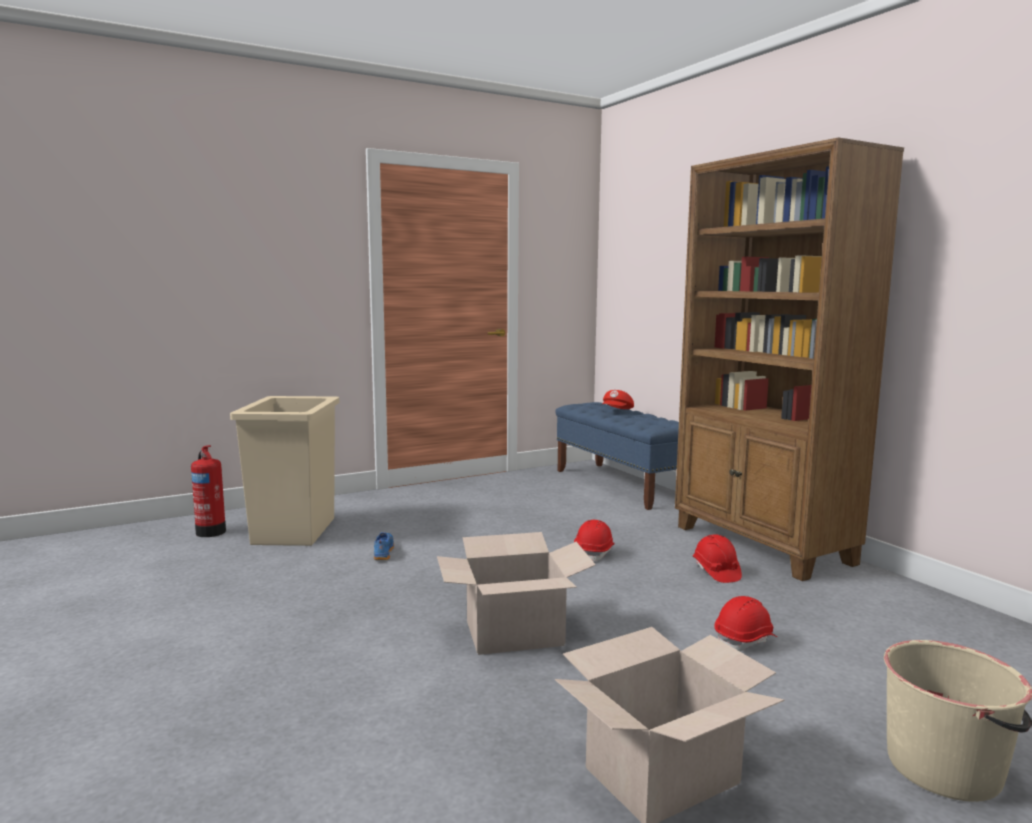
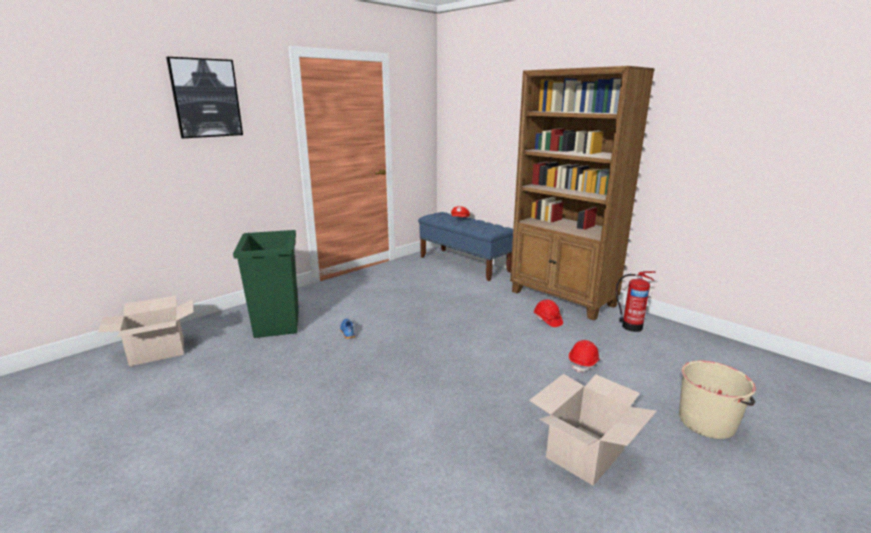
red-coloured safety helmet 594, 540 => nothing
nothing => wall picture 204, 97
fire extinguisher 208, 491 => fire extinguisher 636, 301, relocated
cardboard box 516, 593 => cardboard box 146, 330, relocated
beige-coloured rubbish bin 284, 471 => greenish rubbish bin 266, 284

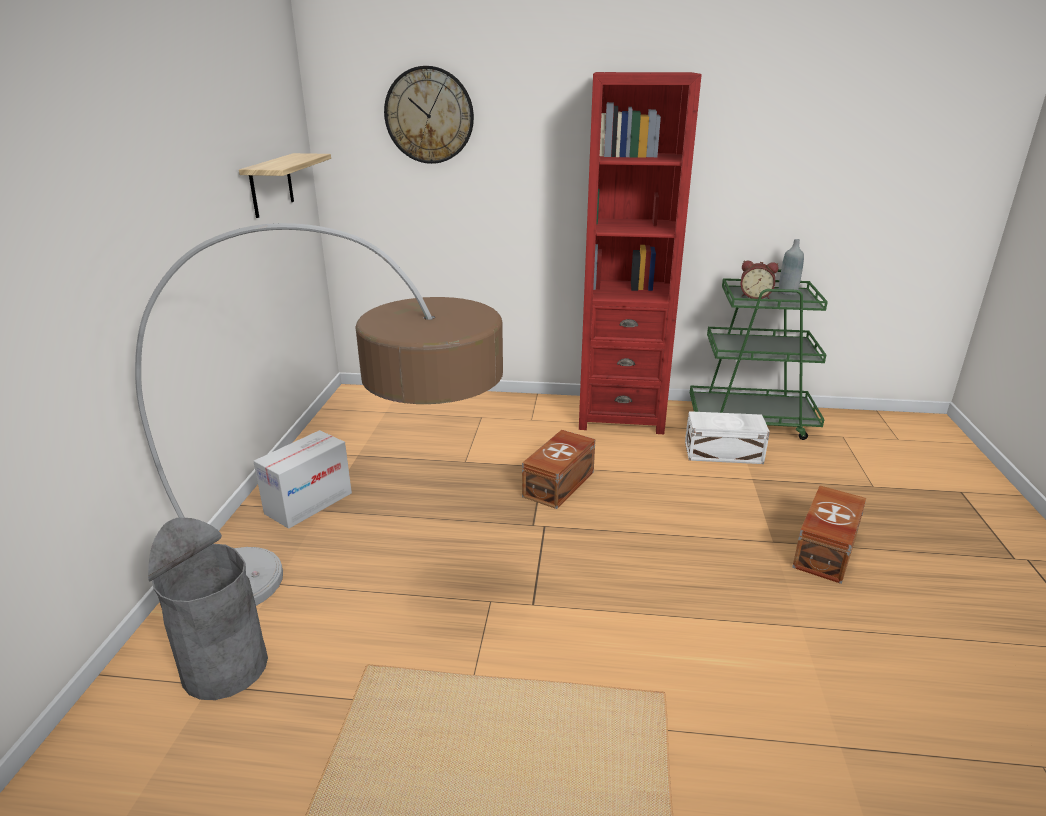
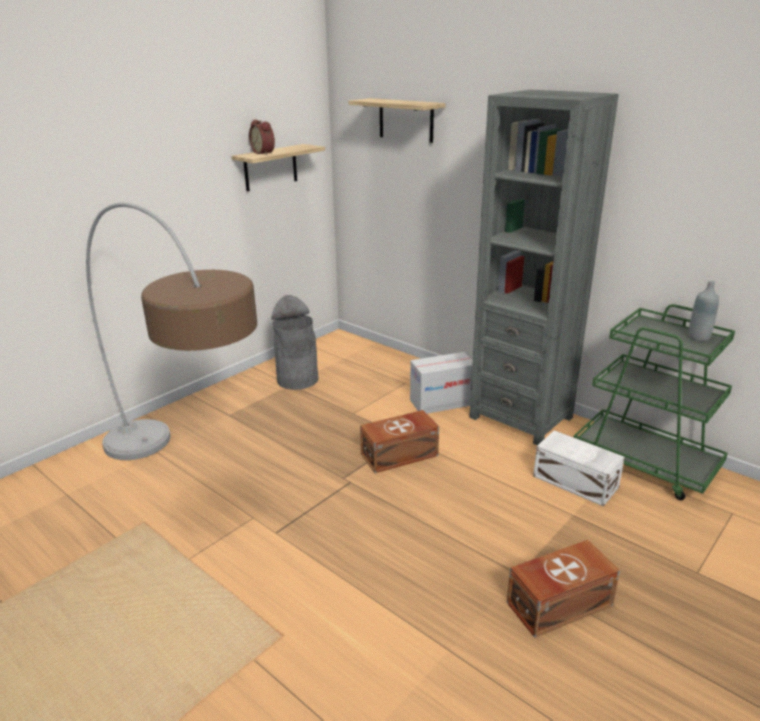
grey rubbish bin 208, 609 => grey rubbish bin 295, 342, relocated
cardboard box 302, 479 => cardboard box 441, 383, relocated
alarm clock 759, 280 => alarm clock 262, 137, relocated
clock on the wall 429, 115 => wall shelf 397, 120
red-coloured shelving unit 640, 253 => grey shelving unit 544, 267

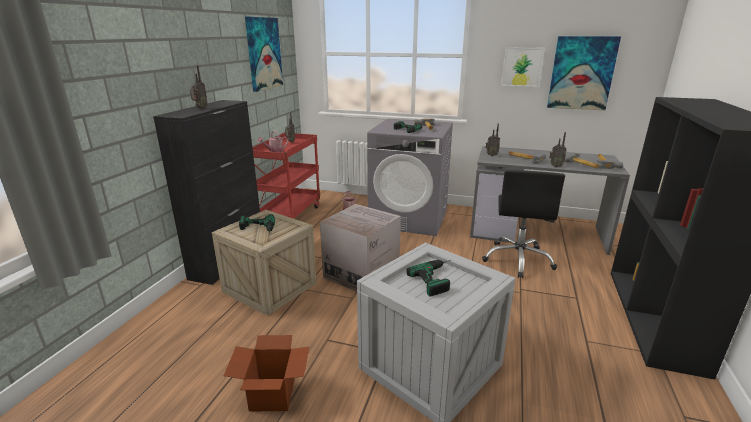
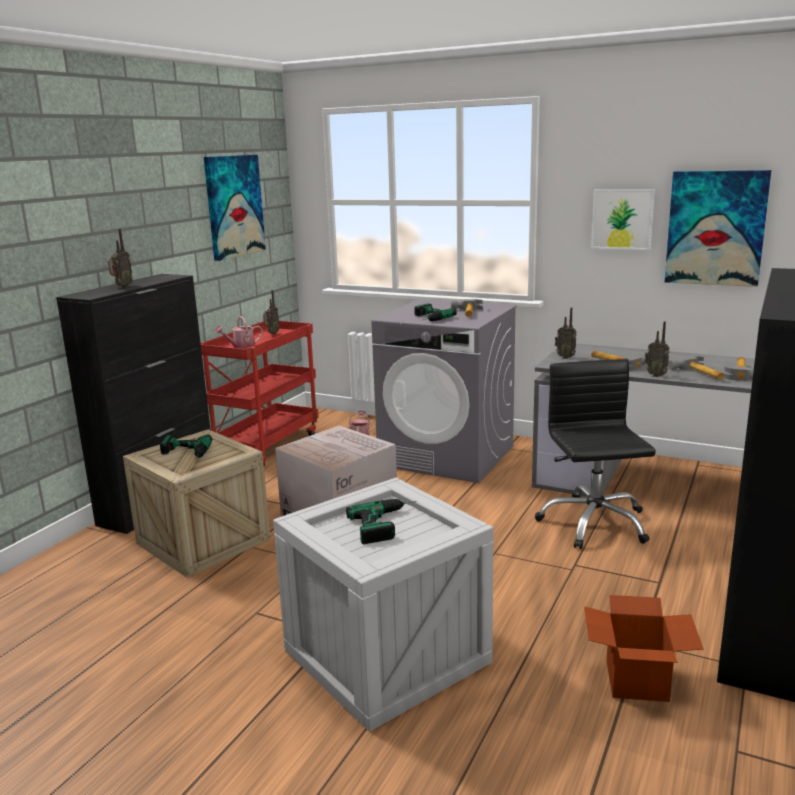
cardboard box 266, 373 => cardboard box 644, 648, relocated
black-coloured office chair 523, 224 => black-coloured office chair 595, 454, 150 degrees clockwise

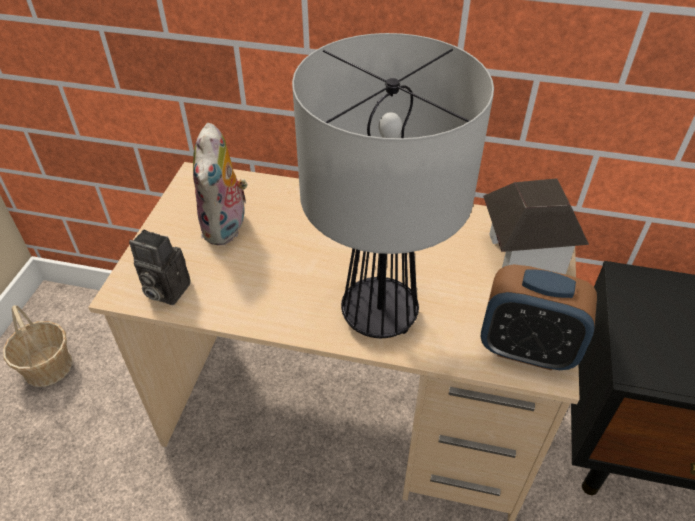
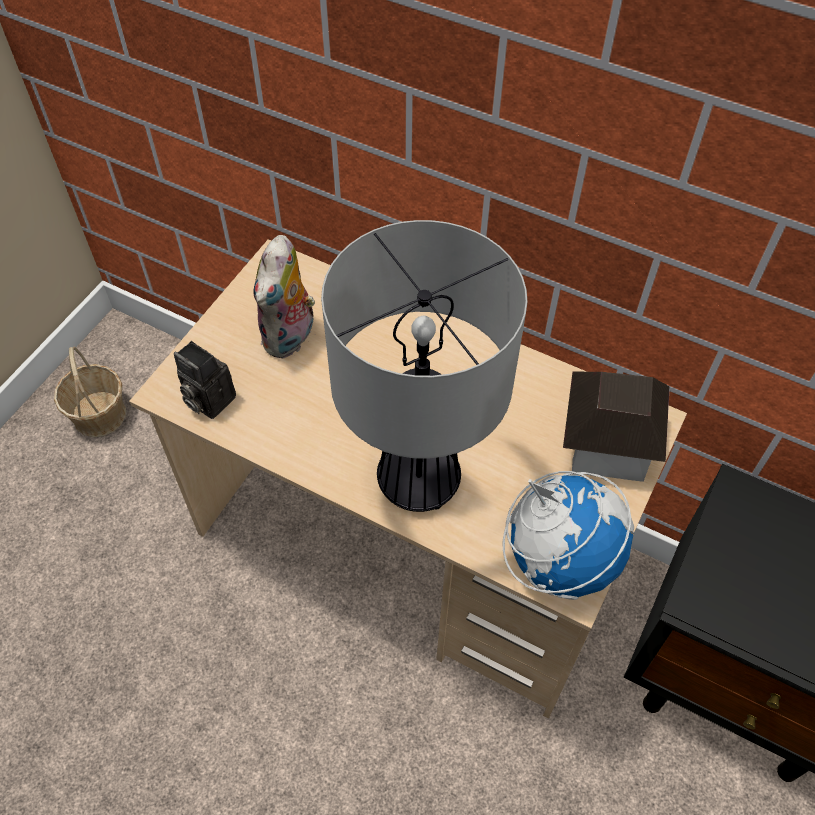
alarm clock 539, 317 => globe 568, 535

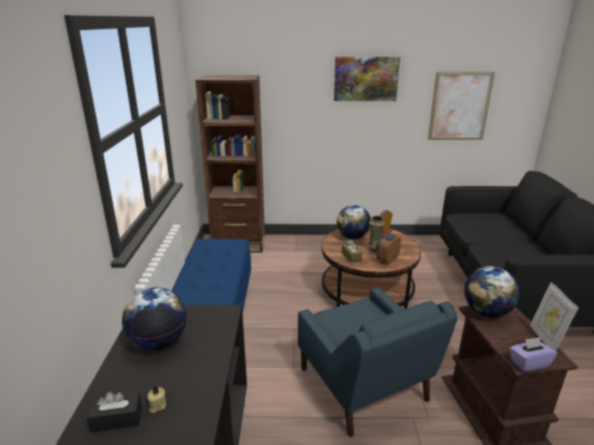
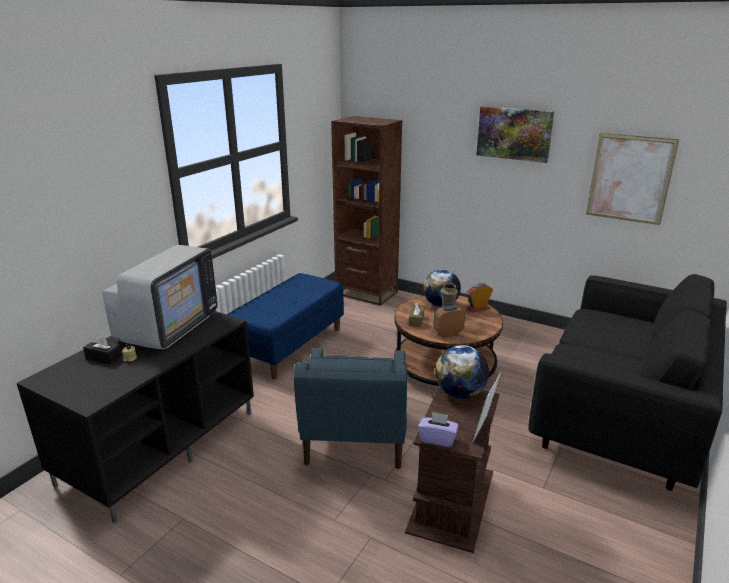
globe 154, 319 => TV 160, 297

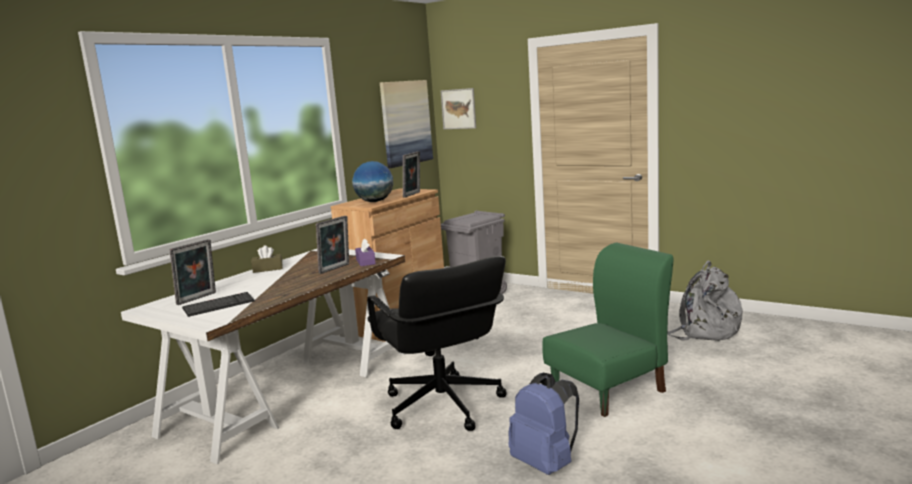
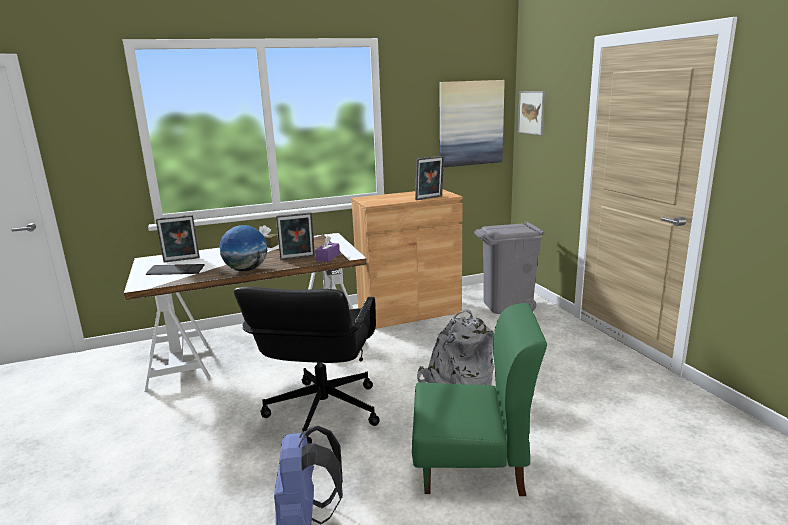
globe 372, 181 => globe 243, 248, relocated
grey backpack 705, 300 => grey backpack 455, 347, relocated

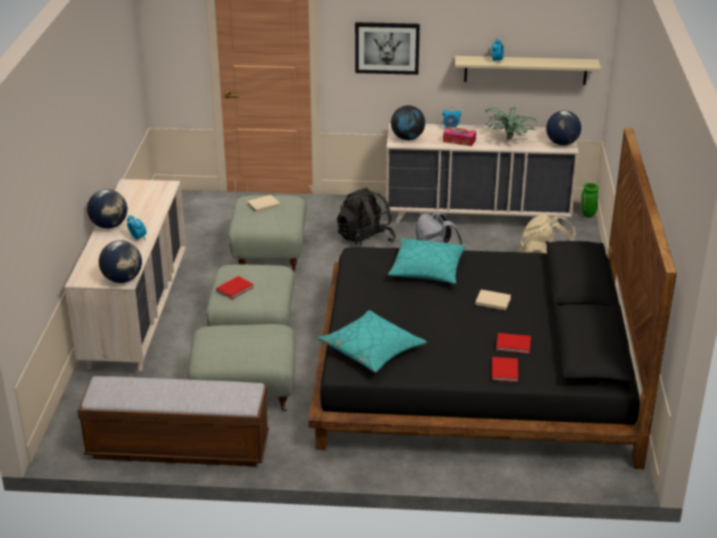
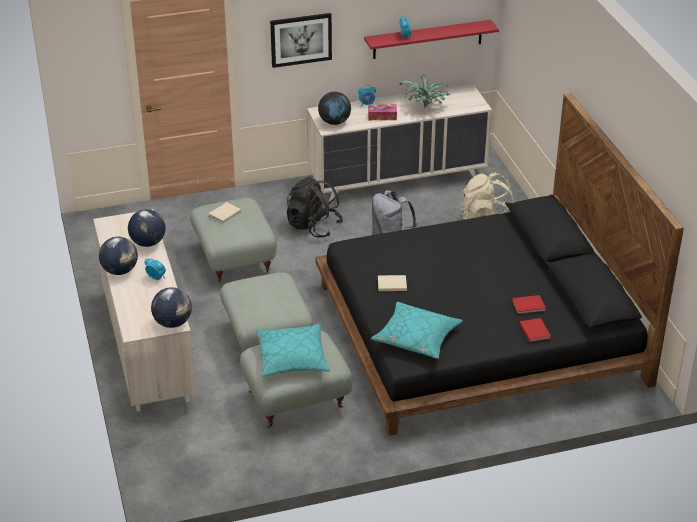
indoor bench 173, 421 => nothing
red-coloured book 235, 287 => nothing
greenish vase 590, 200 => nothing
turquoise cushion 426, 261 => turquoise cushion 293, 350, relocated
beige-coloured book 493, 300 => beige-coloured book 392, 283, relocated
globe 563, 128 => globe 147, 228, relocated
beige-coloured wall shelf 528, 70 => red-coloured wall shelf 431, 39

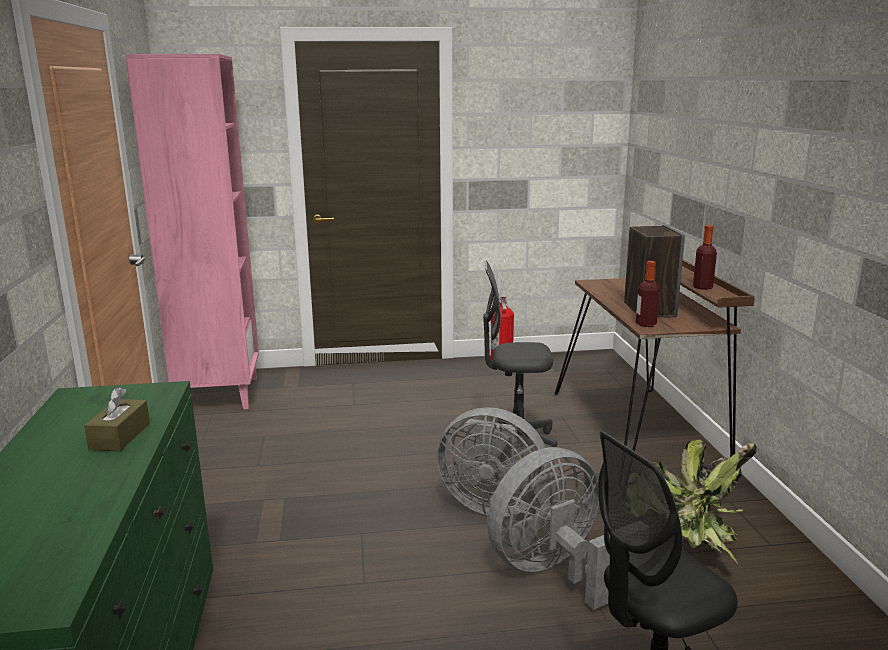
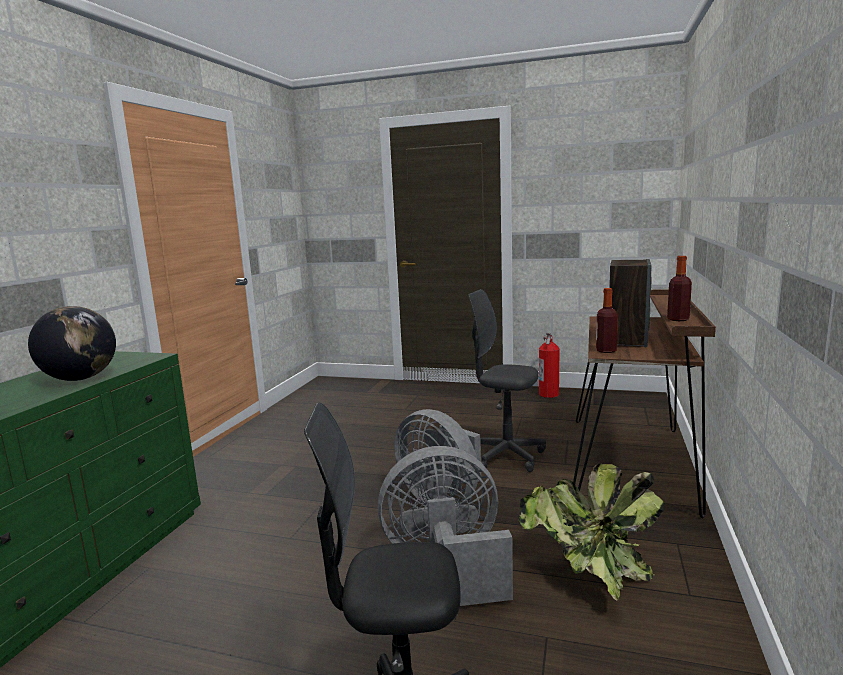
pink-coloured shelving unit 192, 231 => nothing
brownish tissue holder 117, 419 => globe 72, 343

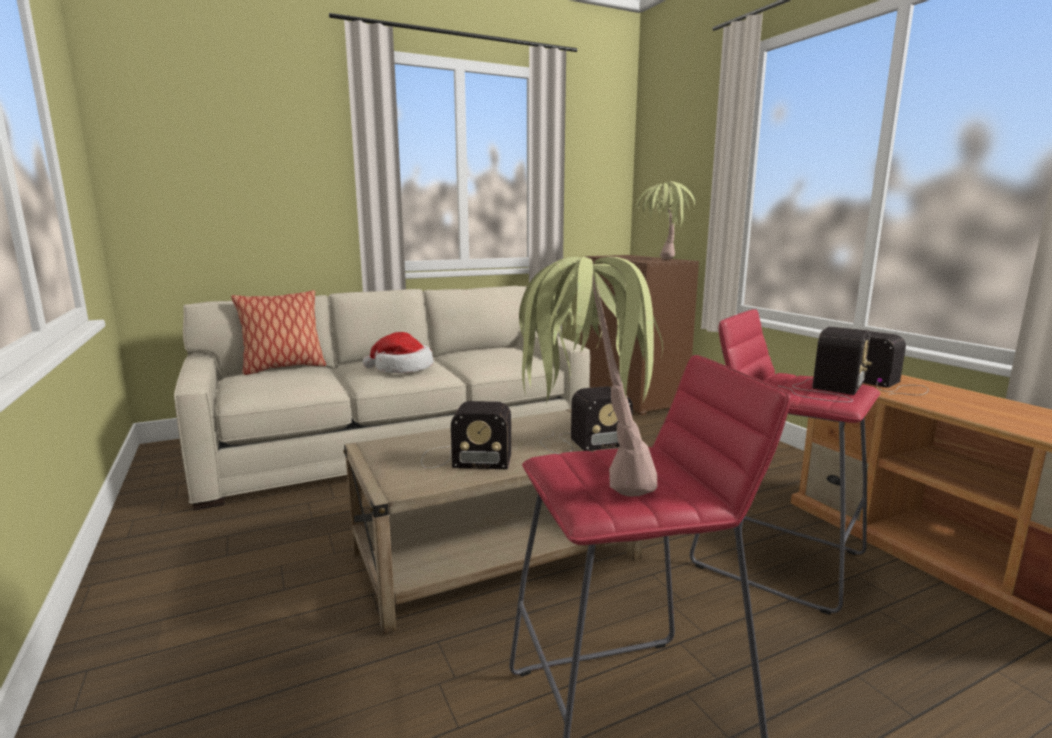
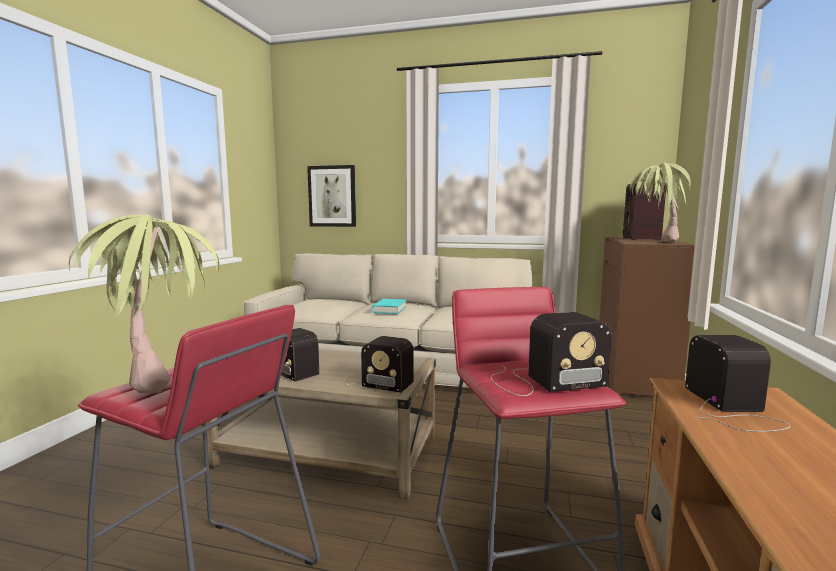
cushion 278, 332 => nothing
nothing => wall picture 331, 196
nothing => radio set 644, 211
clothing hat 398, 352 => turquoise book 389, 306

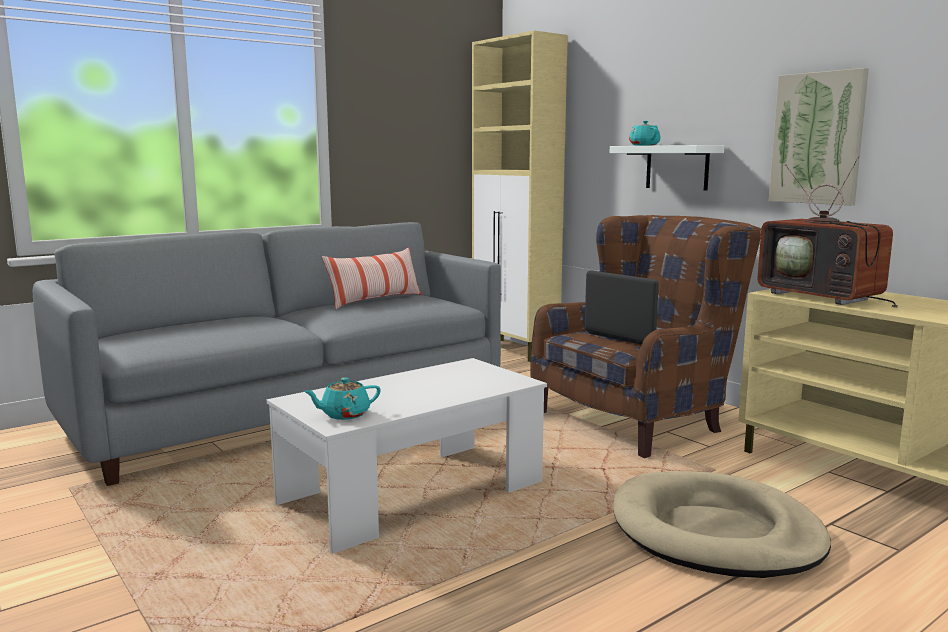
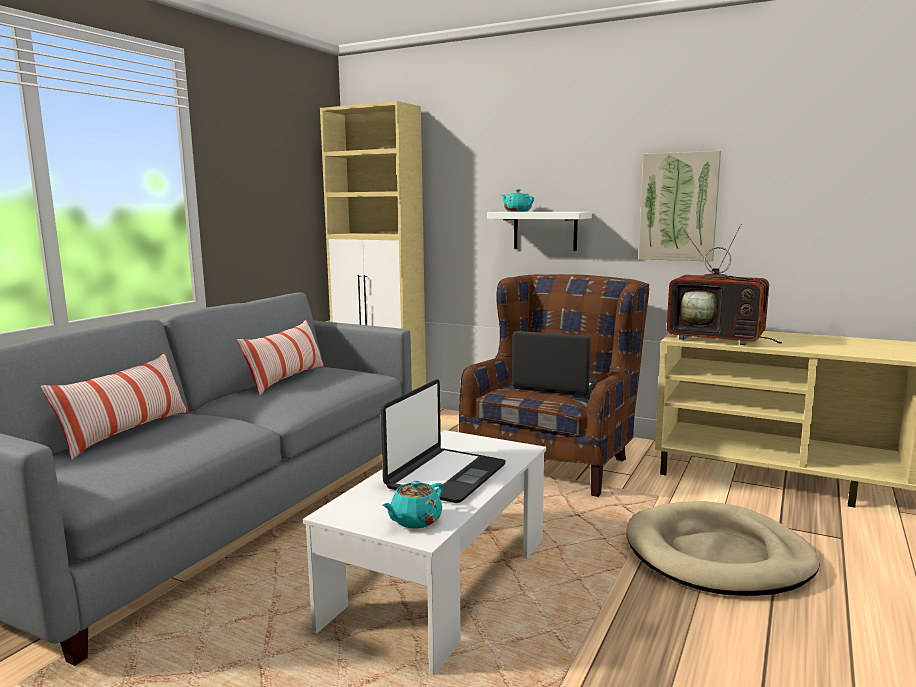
nothing => cushion 115, 406
nothing => portable computer 443, 441

